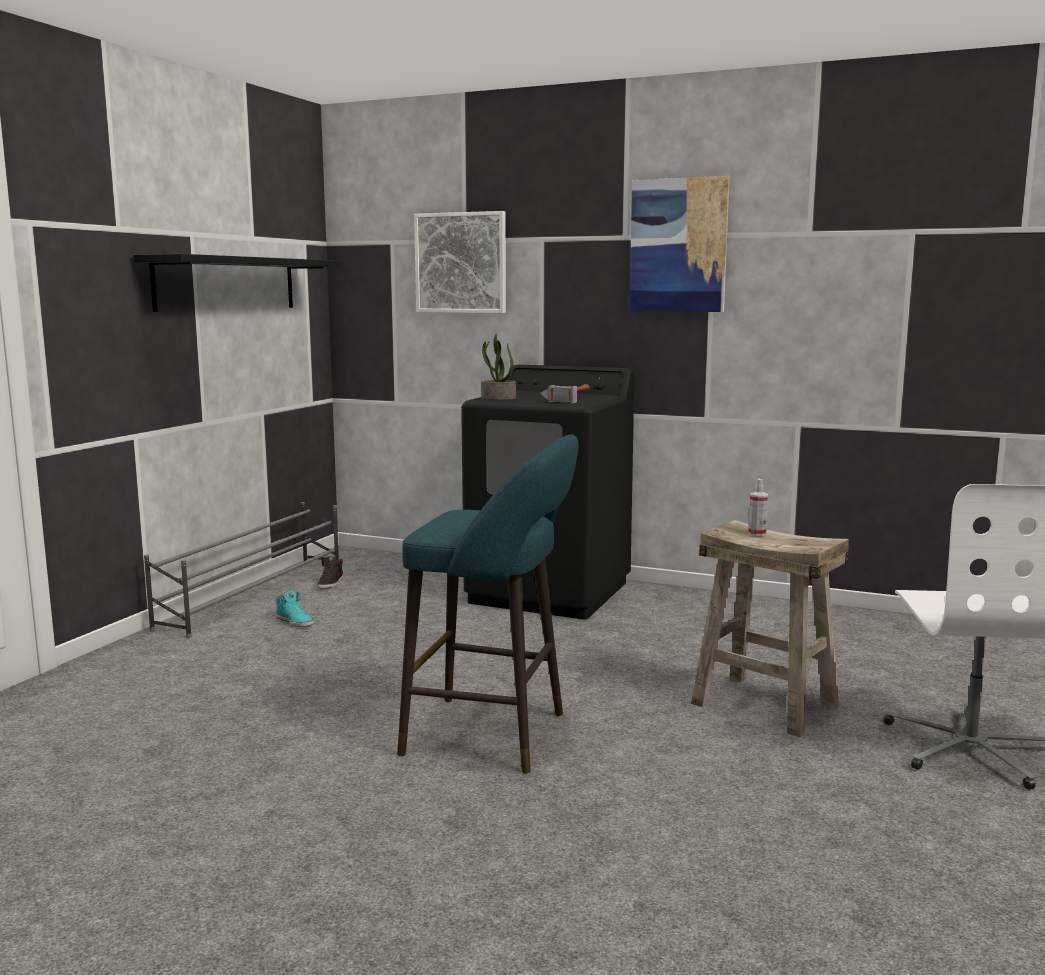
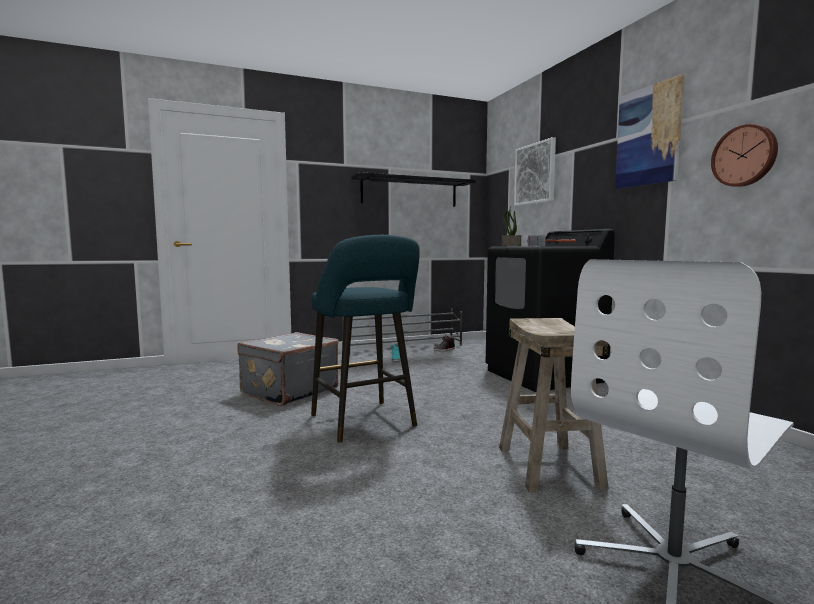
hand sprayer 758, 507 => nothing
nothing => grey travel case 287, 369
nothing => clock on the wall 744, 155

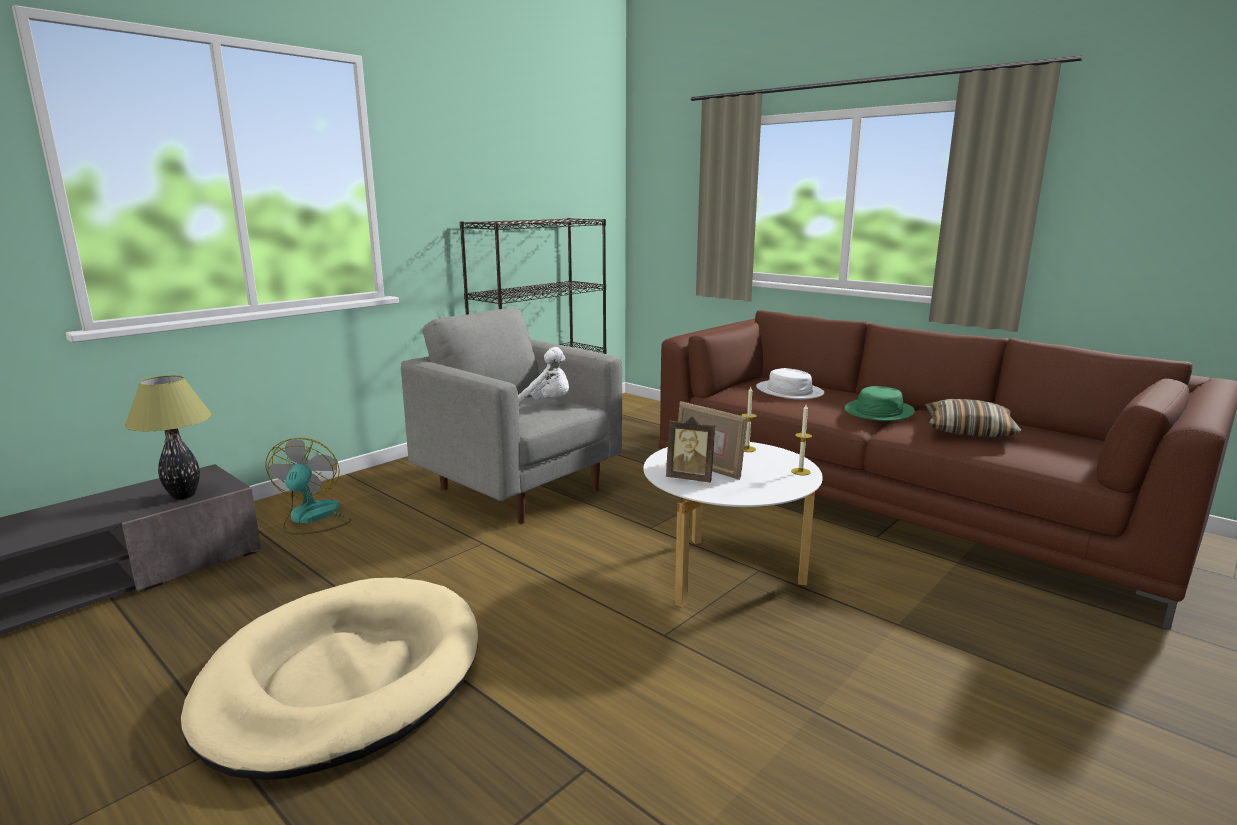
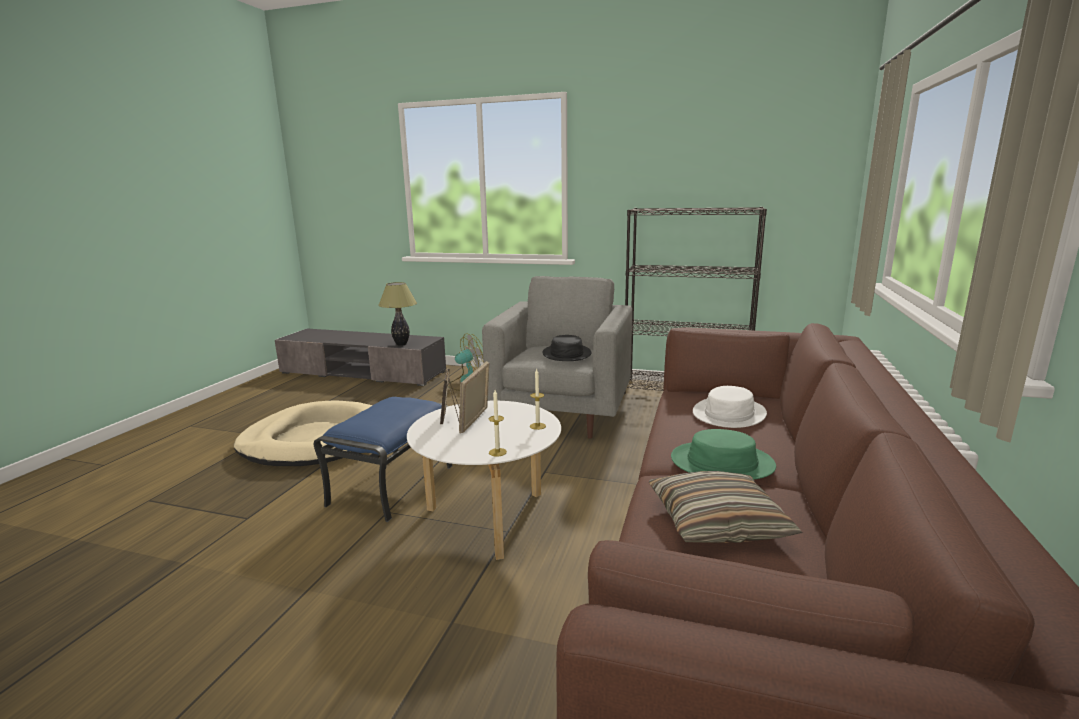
nothing => blue footrest 383, 459
whitish soft toy 543, 376 => black-coloured clothing hat 566, 348

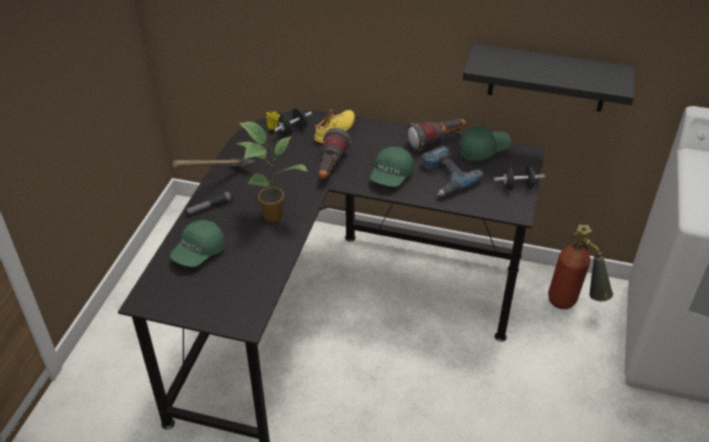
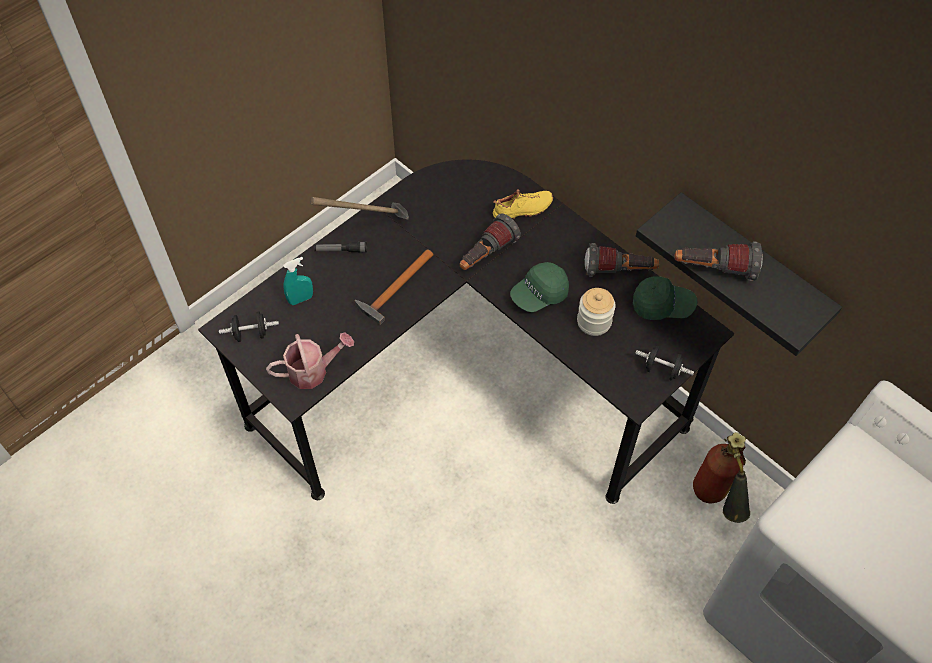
nothing => watering can 310, 361
nothing => flashlight 719, 261
black-coloured free weight 293, 121 => black-coloured free weight 249, 326, relocated
greenish peaked cap 197, 243 => turquoise hand sprayer 298, 281
houseplant 272, 166 => hand hammer 394, 287
electric drill 452, 171 => preserve jar 596, 312

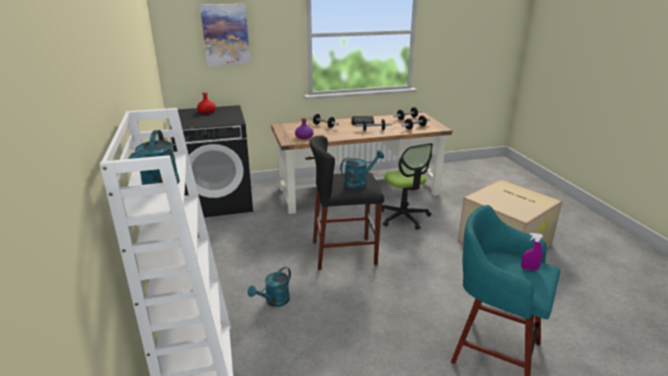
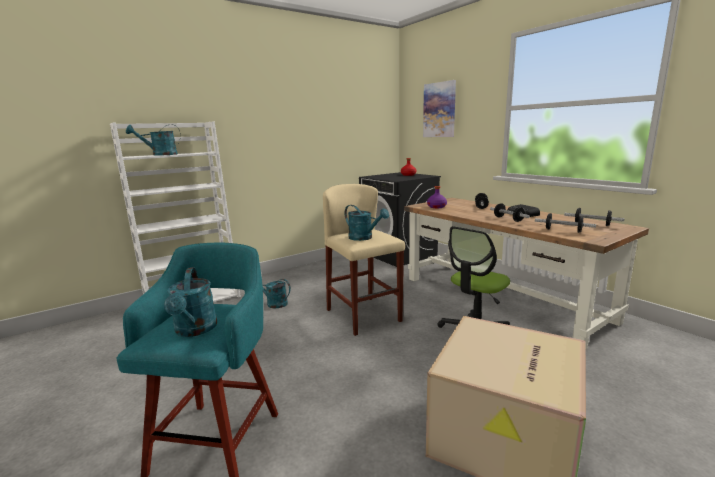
purple-coloured hand sprayer 532, 251 => turquoise watering can 190, 302
black-coloured stool 346, 202 => beige-coloured stool 364, 260

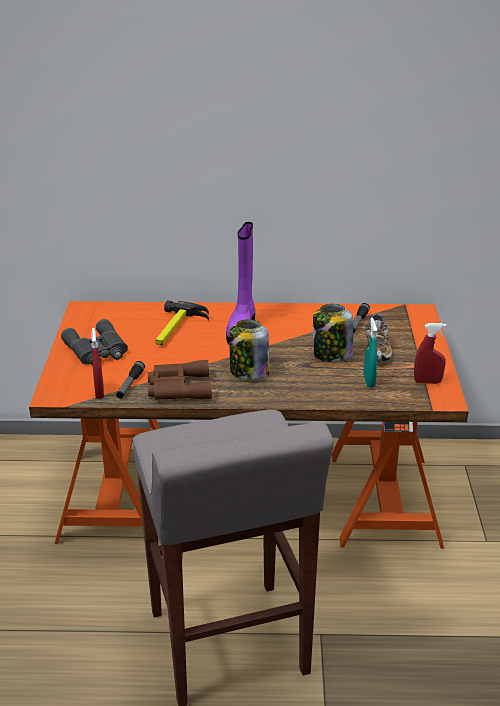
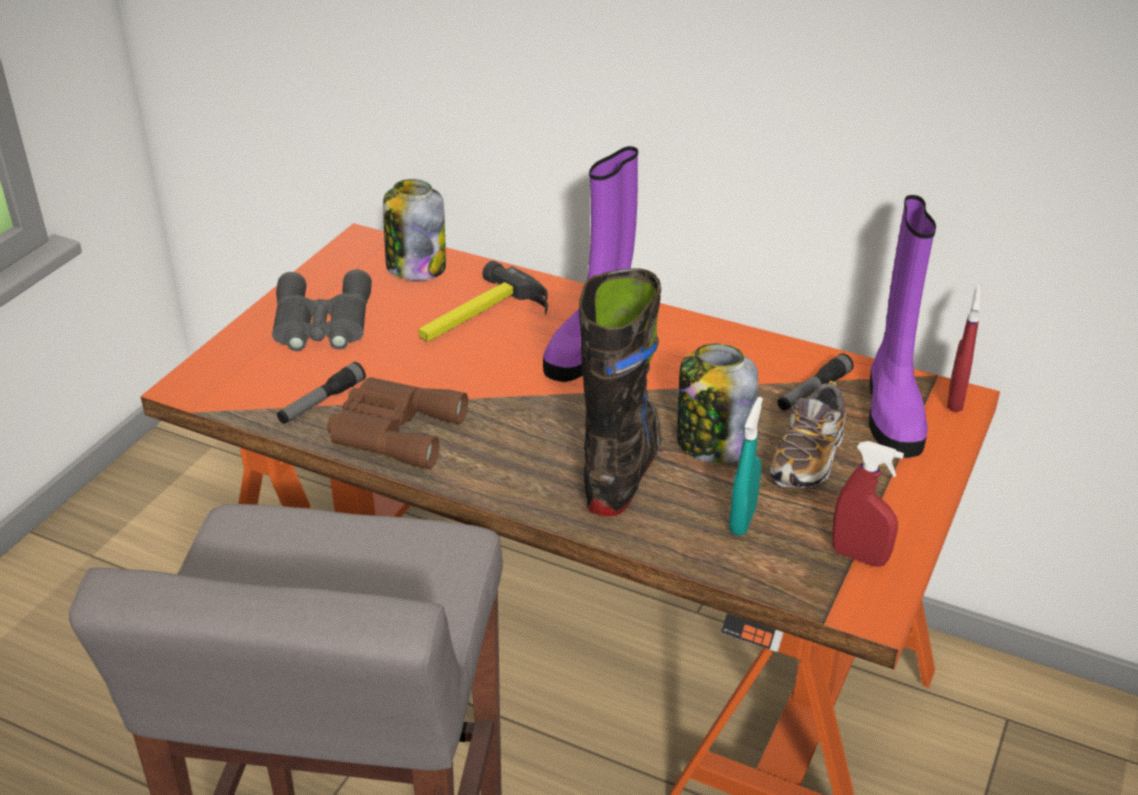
nothing => black-coloured tall boot 620, 392
nothing => purple-coloured tall boot 902, 326
red-coloured hand sprayer 97, 363 => red-coloured hand sprayer 964, 348, relocated
preserve jar 249, 349 => preserve jar 414, 229, relocated

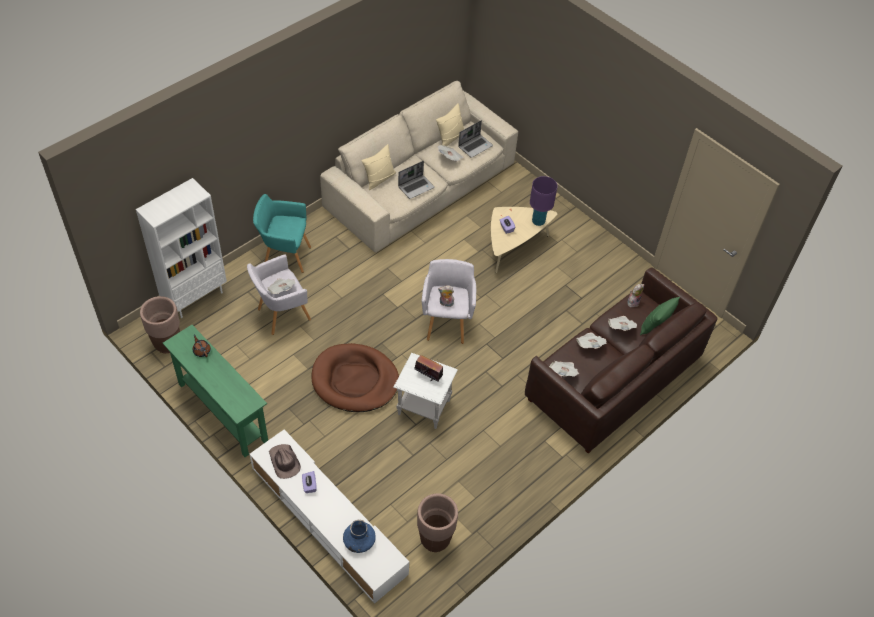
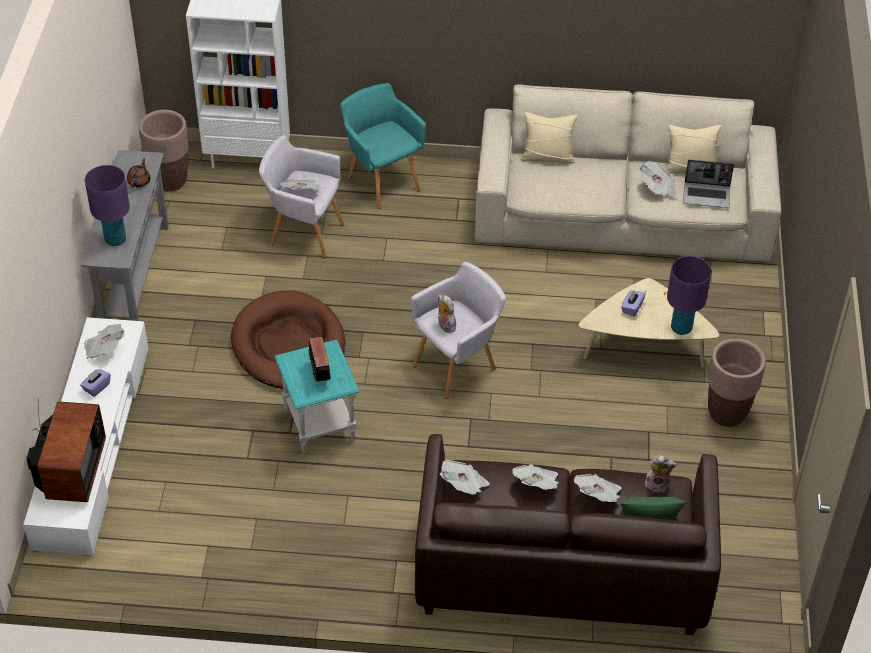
portable computer 416, 180 => nothing
nothing => purple-coloured table lamp 107, 205
brownish planter 437, 522 => brownish planter 737, 382, relocated
brownish clothing hat 285, 461 => daily paper 104, 341
blue vase 359, 536 => TV 66, 451
greenish narrow table 215, 391 => grey narrow table 125, 235
whitish end table 426, 391 => turquoise end table 317, 396

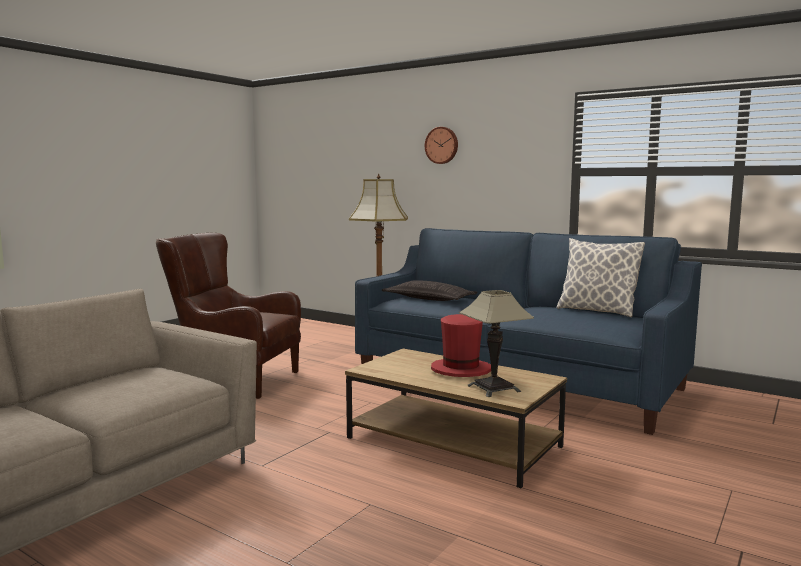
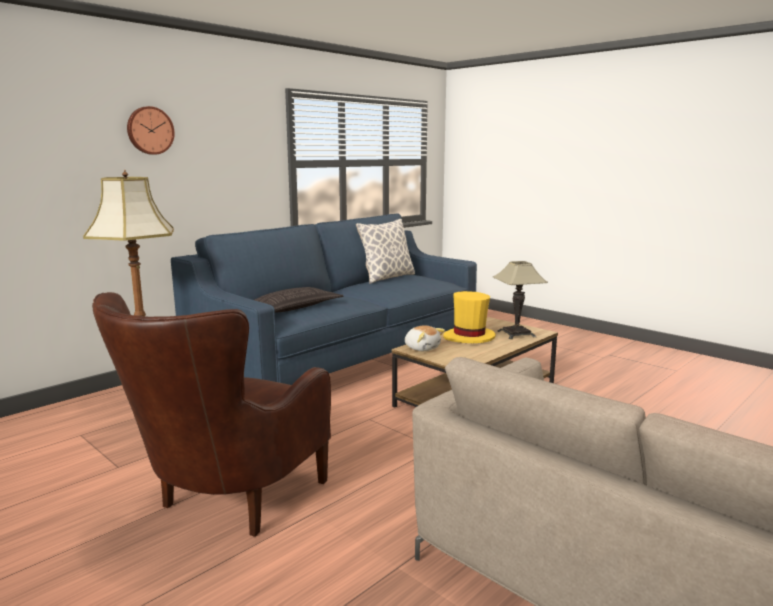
nothing => soft toy 425, 338
red-coloured clothing hat 461, 345 => yellow clothing hat 469, 317

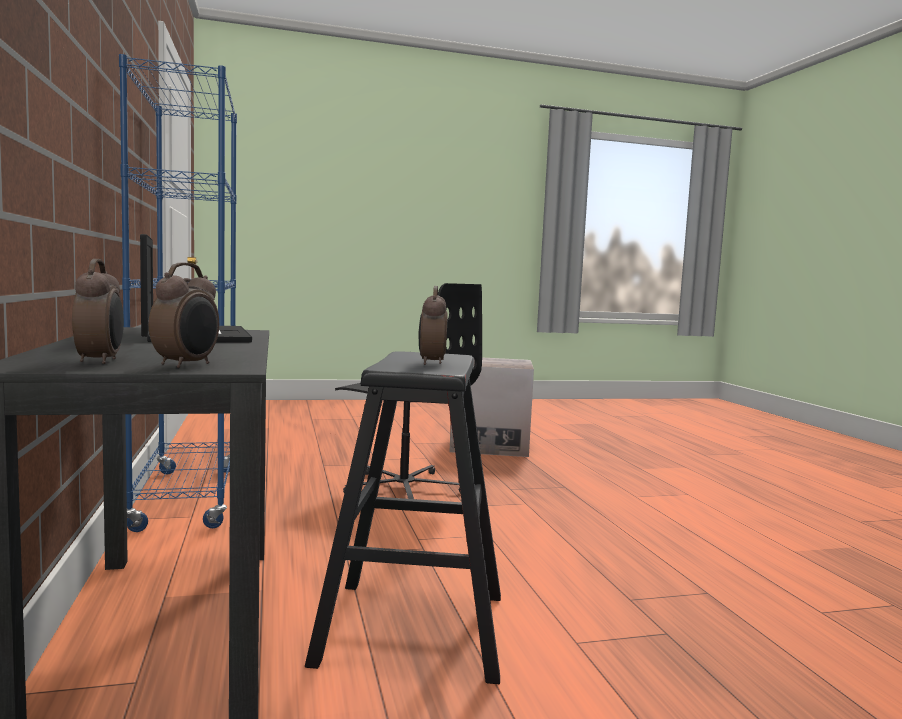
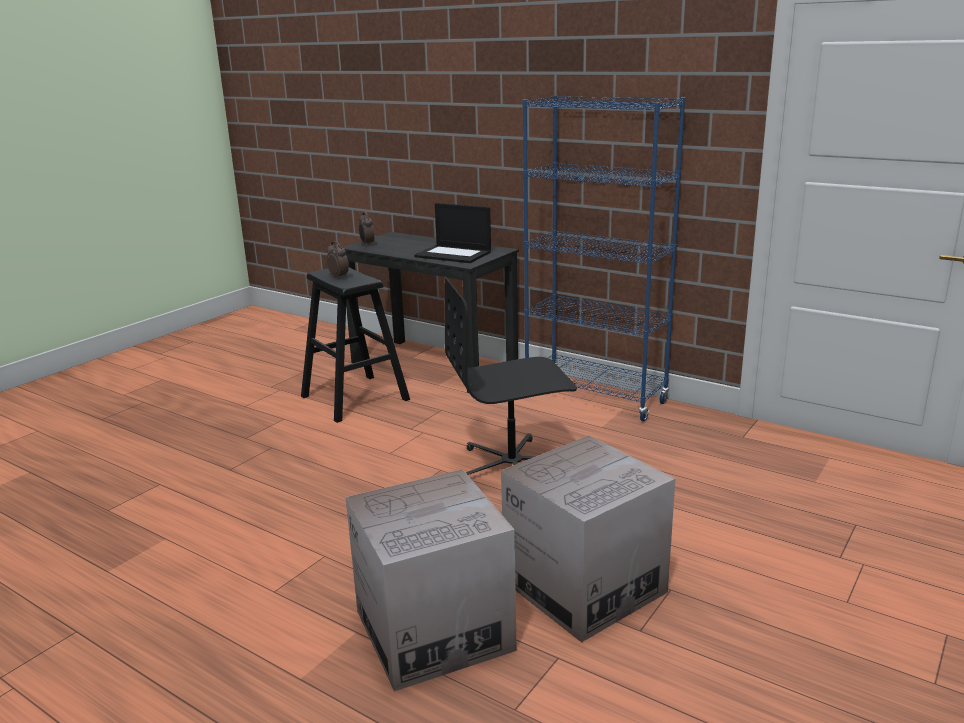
alarm clock 98, 311 => nothing
nothing => cardboard box 431, 580

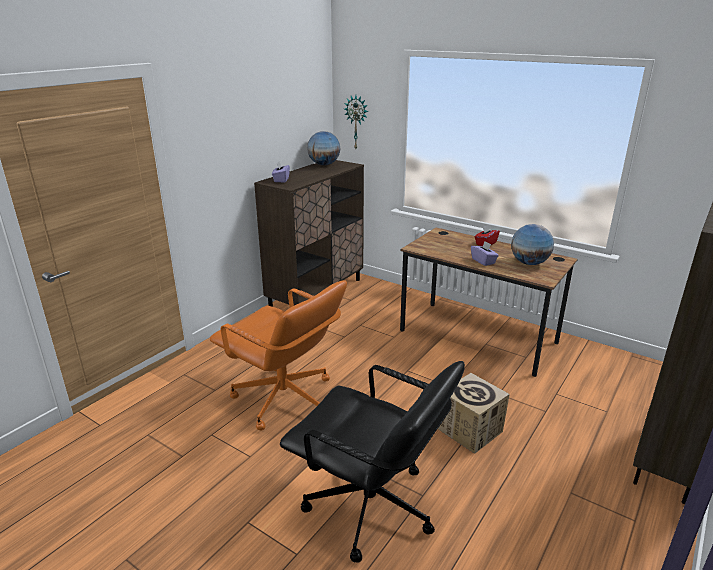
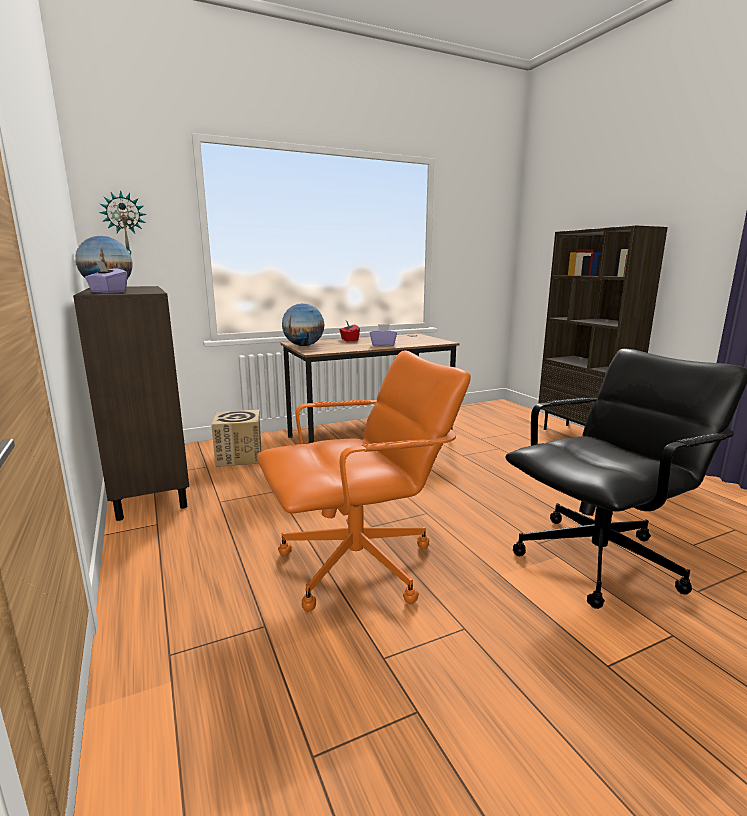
cardboard box 474, 413 => cardboard box 236, 438, relocated
globe 532, 244 => globe 303, 324, relocated

